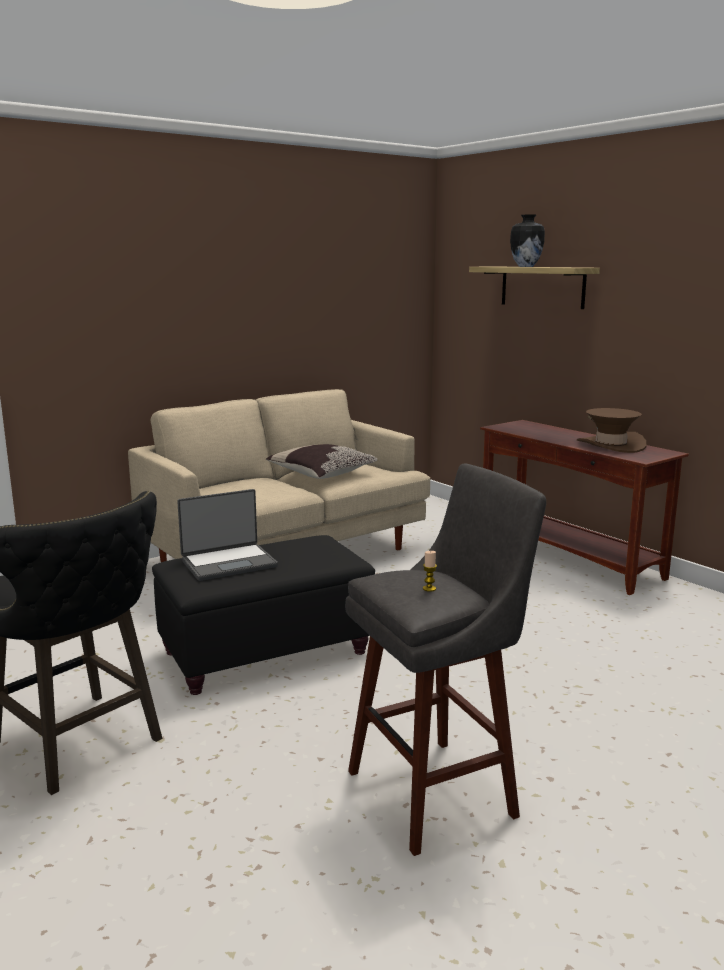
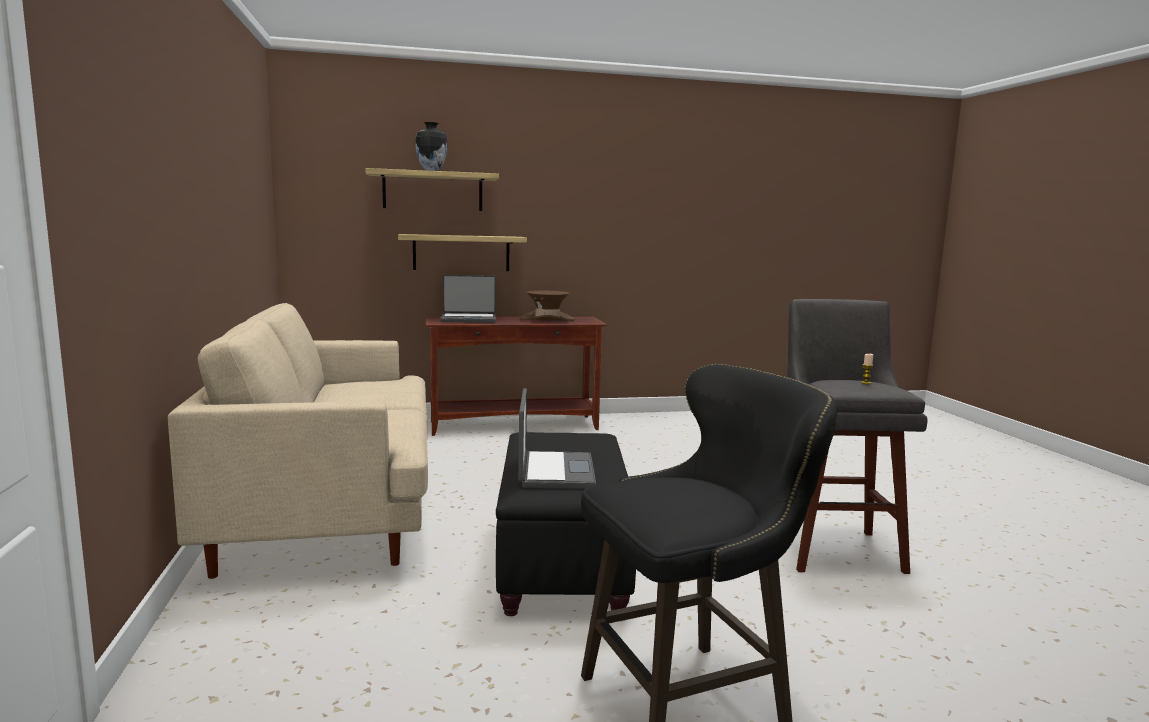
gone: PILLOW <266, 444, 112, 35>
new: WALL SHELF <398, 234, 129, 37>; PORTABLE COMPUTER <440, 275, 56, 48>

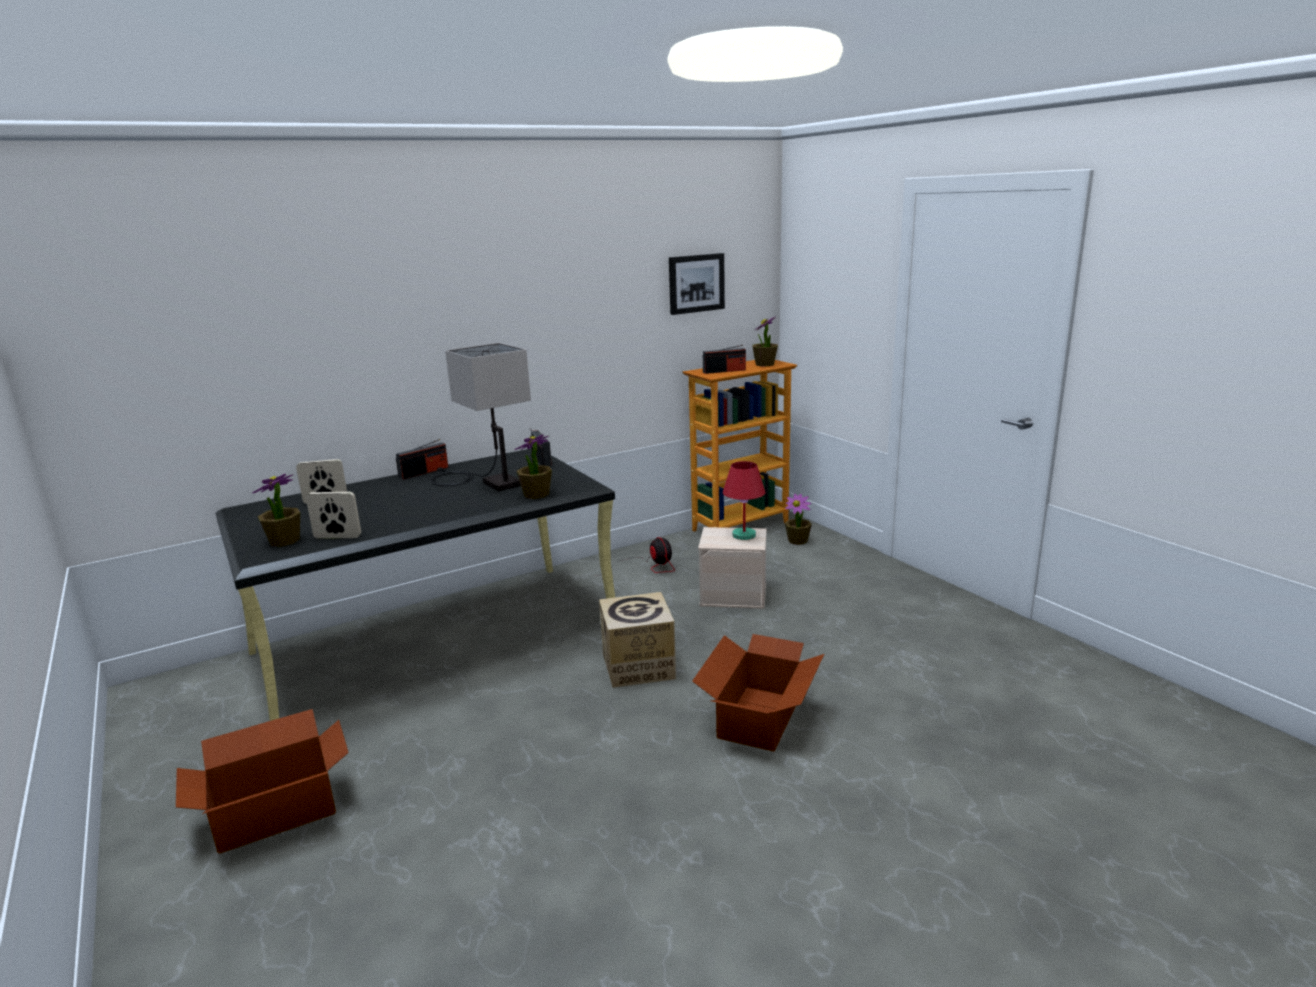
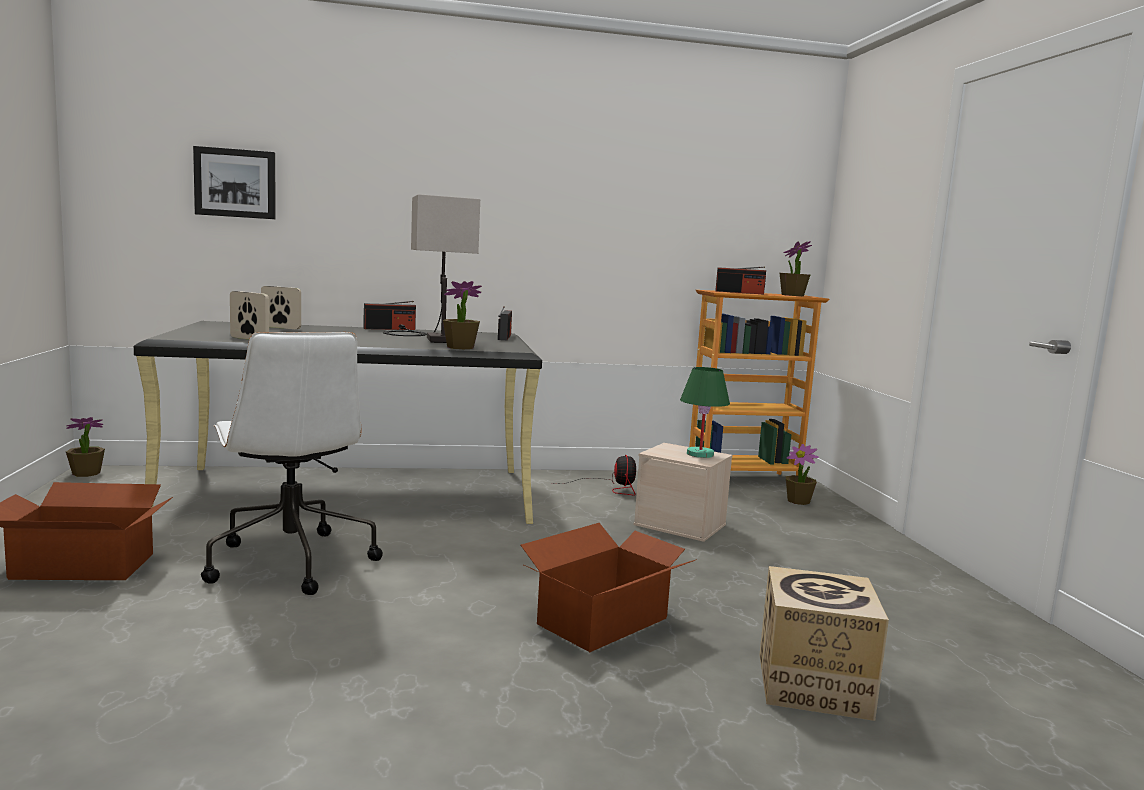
new: WHITE-COLOURED OFFICE CHAIR <201, 332, 182, 263>
shifted: HOUSEPLANT <252, 474, 48, 73> to <66, 417, 39, 60>; WALL PICTURE <669, 253, 56, 62> to <193, 146, 83, 73>; CARTON <599, 592, 77, 96> to <759, 566, 130, 155>
repainted: RED-COLOURED TABLE LAMP <723, 461, 43, 79> to GREEN TABLE LAMP <680, 367, 50, 91>

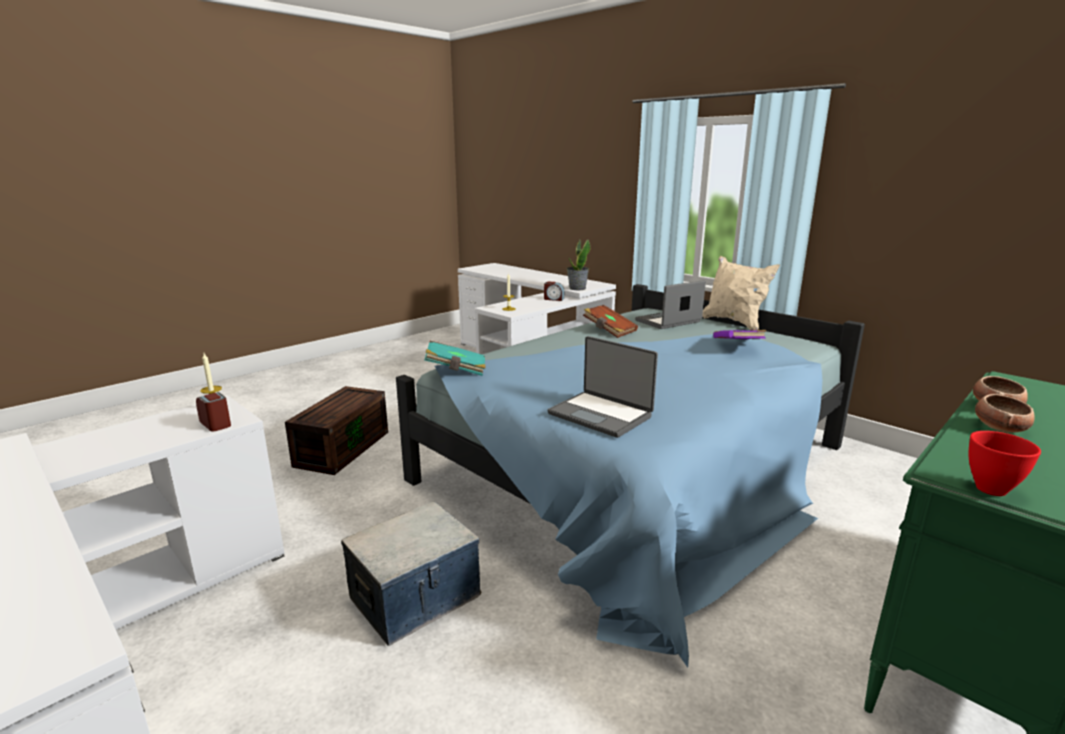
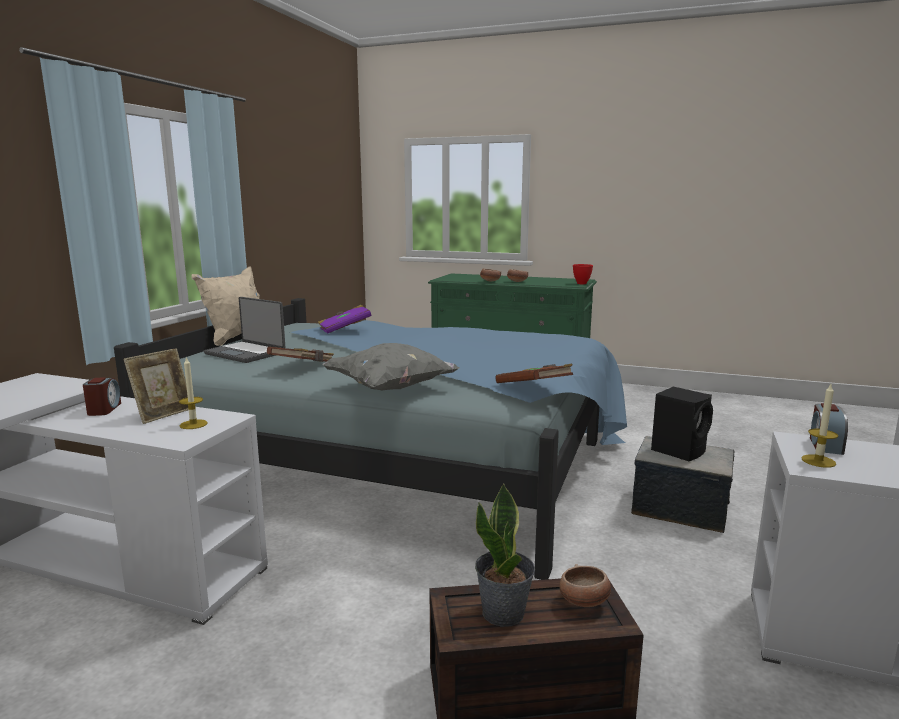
gone: PORTABLE COMPUTER <548, 336, 110, 102>
new: PICTURE FRAME <123, 348, 65, 76>; GREYISH PILLOW <322, 343, 138, 47>; SERVING BOWL <560, 564, 51, 43>; BLACK-COLOURED AUDIO SPEAKER <651, 386, 62, 75>
shifted: HOUSEPLANT <567, 240, 24, 50> to <475, 484, 60, 143>
repainted: TURQUOISE-COLOURED BOOK <424, 341, 61, 35> to BROWN BOOK <495, 363, 78, 20>

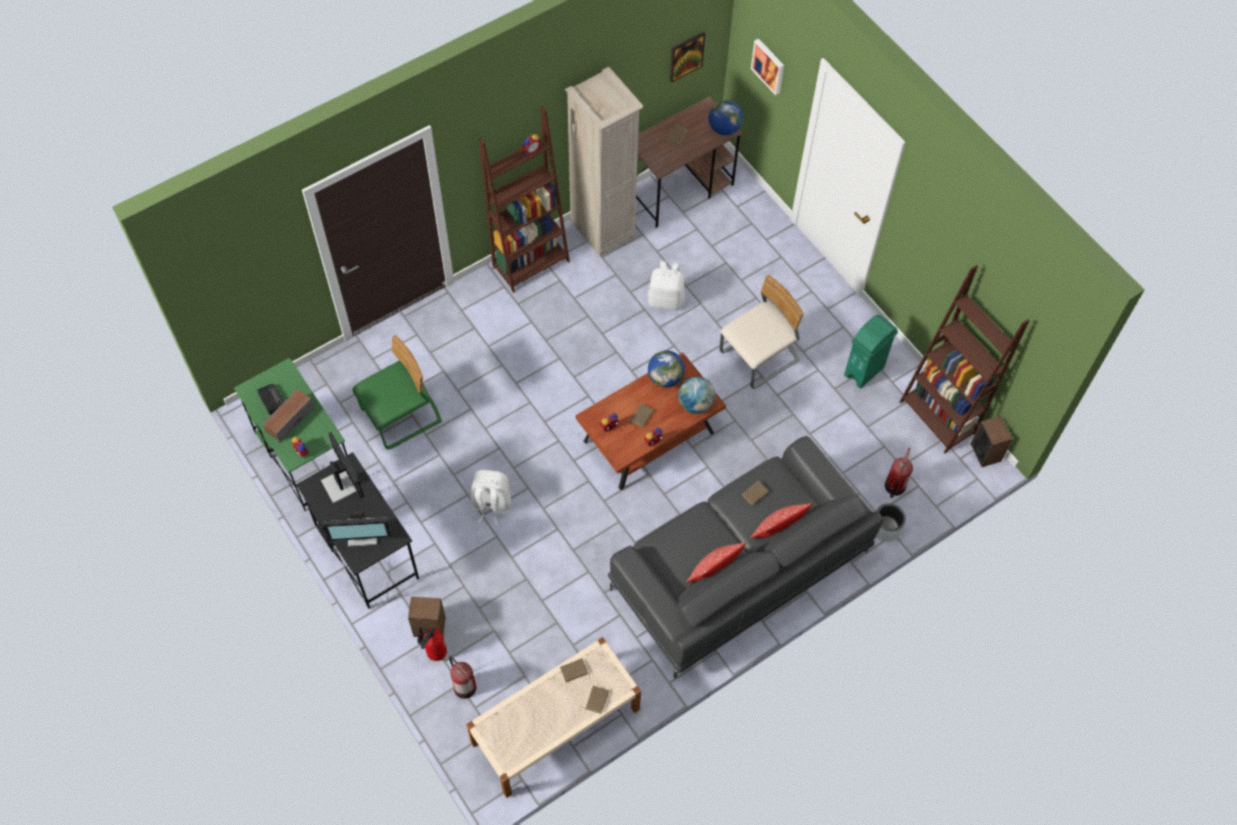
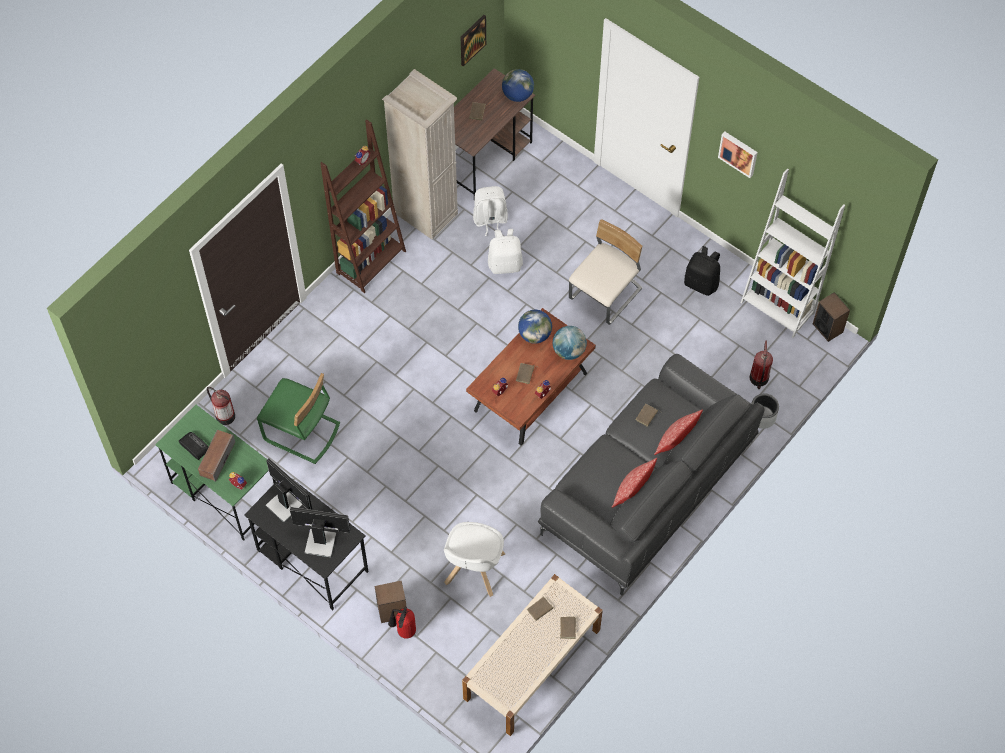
new: WHITE-COLOURED CHAIR <444, 522, 61, 75>
shifted: FIRE EXTINGUISHER <449, 656, 27, 43> to <207, 387, 28, 38>; WHITE-COLOURED KNAPSACK <471, 470, 40, 55> to <473, 186, 35, 50>; WALL PICTURE <751, 38, 33, 57> to <718, 132, 40, 46>
swapped: GREEN RUBBISH BIN <844, 315, 54, 74> to BLACK-COLOURED KNAPSACK <684, 246, 36, 50>
repainted: BROWN SHELVING UNIT <900, 265, 130, 188> to WHITE-COLOURED SHELVING UNIT <741, 168, 104, 170>
rotated: GREEN CHAIR <352, 335, 90, 114> = <257, 373, 83, 91> 75 degrees clockwise; COMPUTER SCREEN <322, 512, 70, 35> = <290, 507, 60, 50> 150 degrees counterclockwise

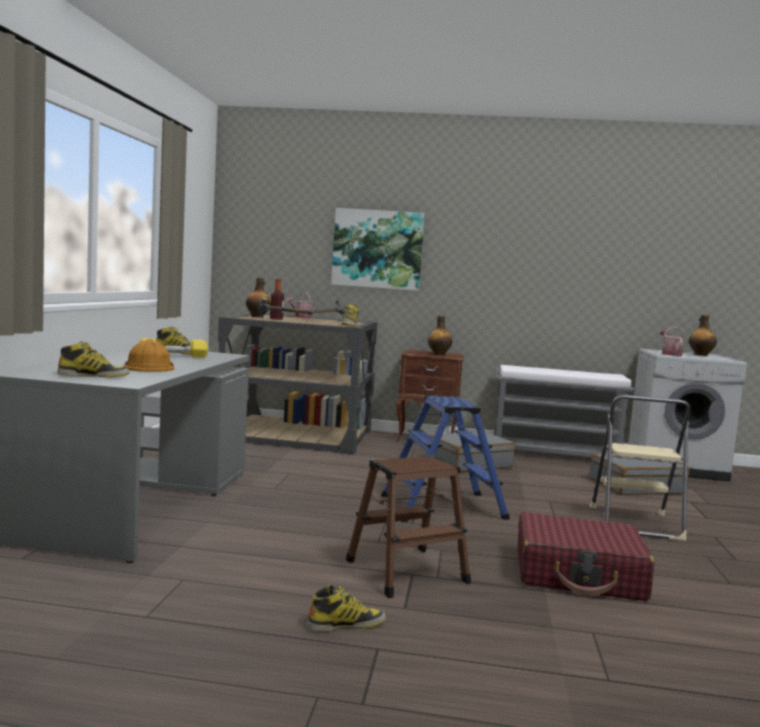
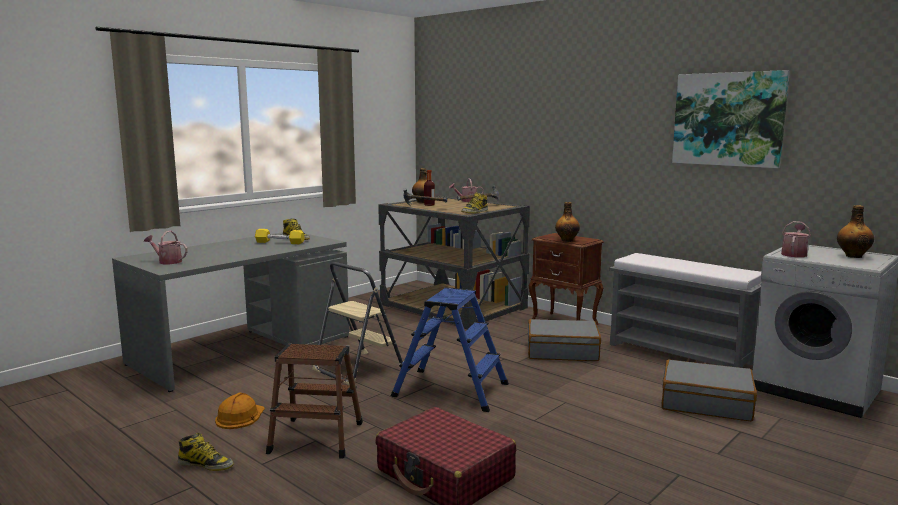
shifted: ORANGE-COLOURED HARD HAT <124, 339, 50, 33> to <215, 393, 50, 36>; SAND-COLOURED STEP STOOL <589, 395, 101, 146> to <312, 262, 91, 123>; WALL PICTURE <331, 208, 94, 83> to <672, 70, 118, 98>
swapped: TALL BOOT <57, 341, 72, 36> to WATERING POT <144, 231, 44, 33>

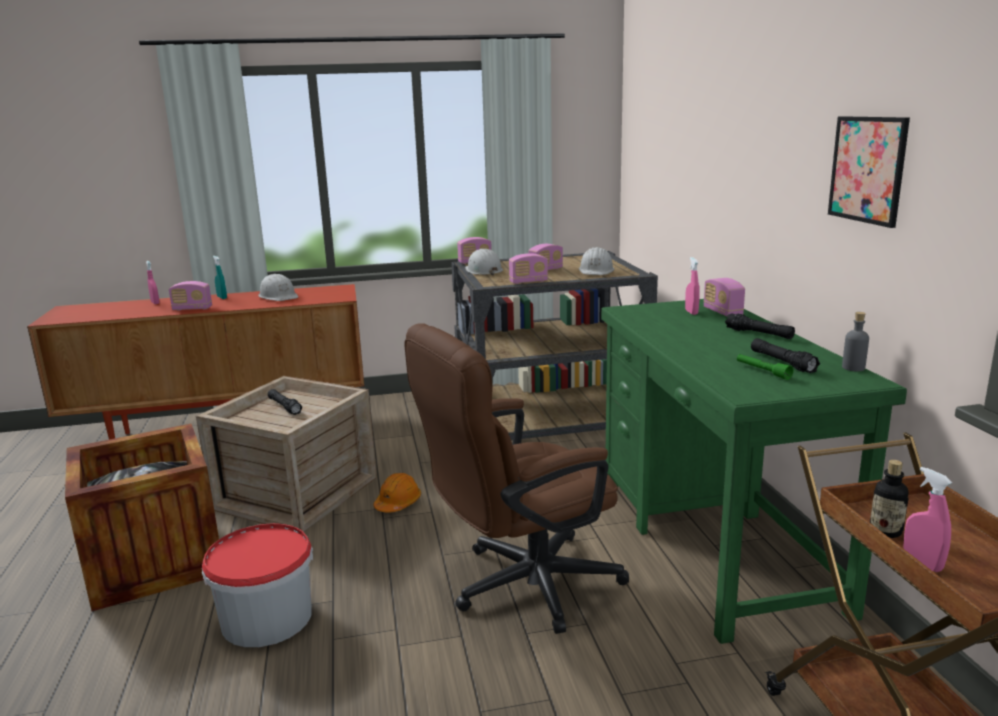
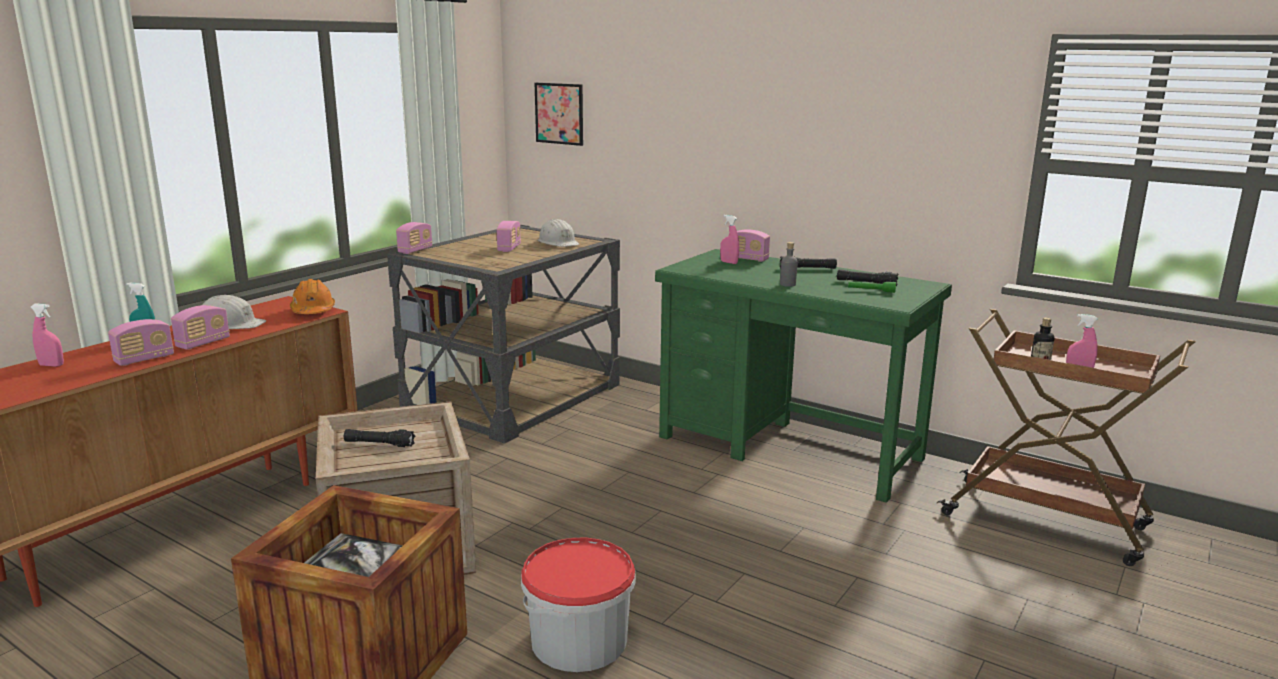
gone: BROWN OFFICE CHAIR <405, 324, 224, 310>; WHITE-COLOURED HARD HAT <465, 249, 38, 27>
shifted: RADIO SET <509, 253, 39, 31> to <171, 305, 59, 45>; ORANGE-COLOURED HARD HAT <373, 473, 48, 39> to <290, 279, 45, 35>; WALL PICTURE <828, 116, 82, 112> to <535, 83, 48, 63>; GREYISH BOTTLE <842, 312, 27, 59> to <780, 242, 18, 45>

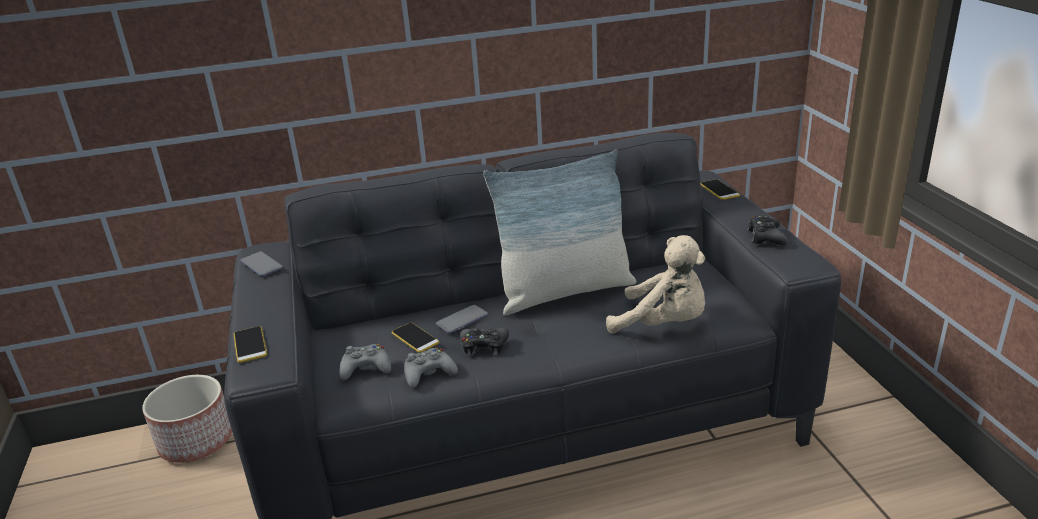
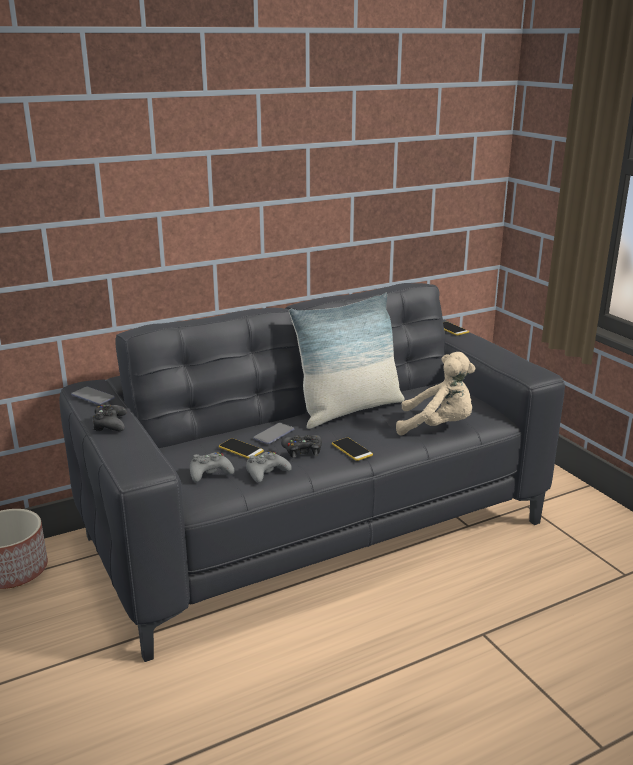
shifted: BLACK-COLOURED JOYPAD <747, 215, 41, 30> to <93, 404, 34, 27>; PHONE <234, 326, 33, 37> to <332, 437, 41, 24>

